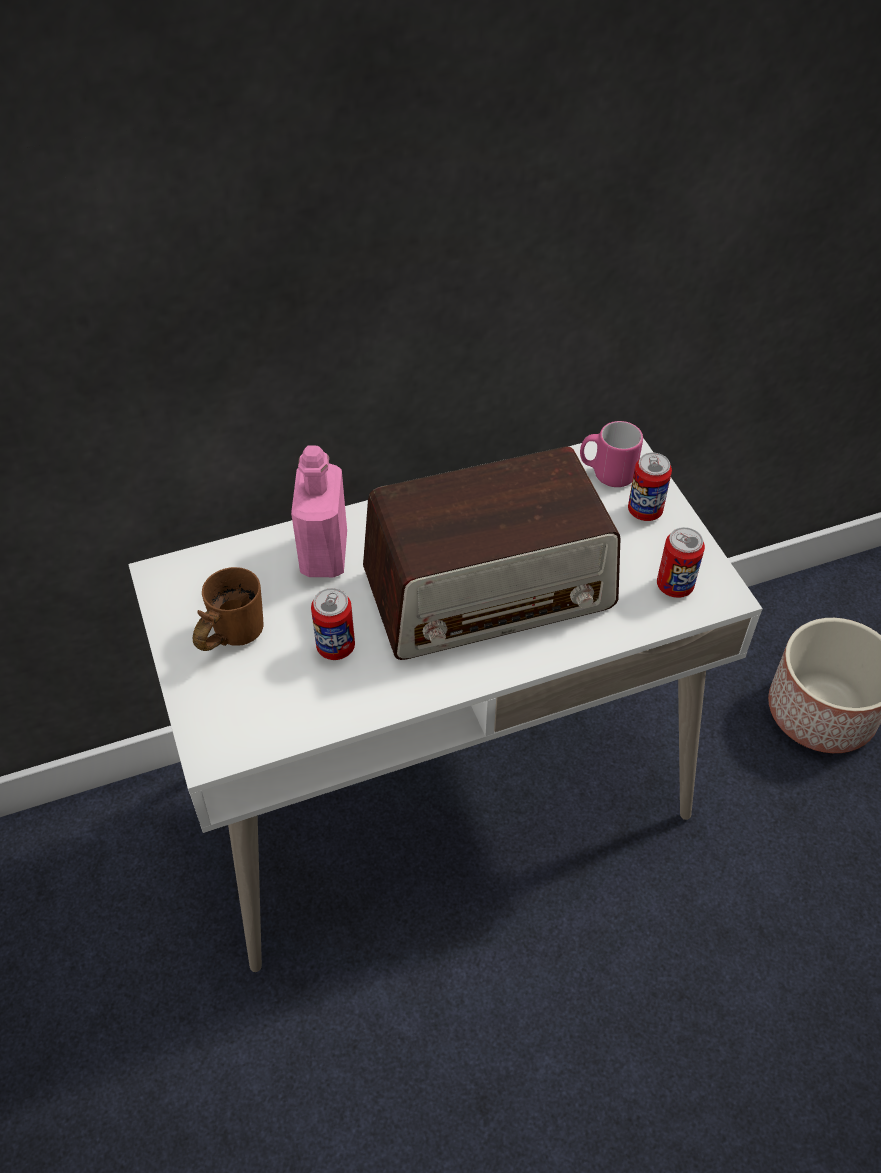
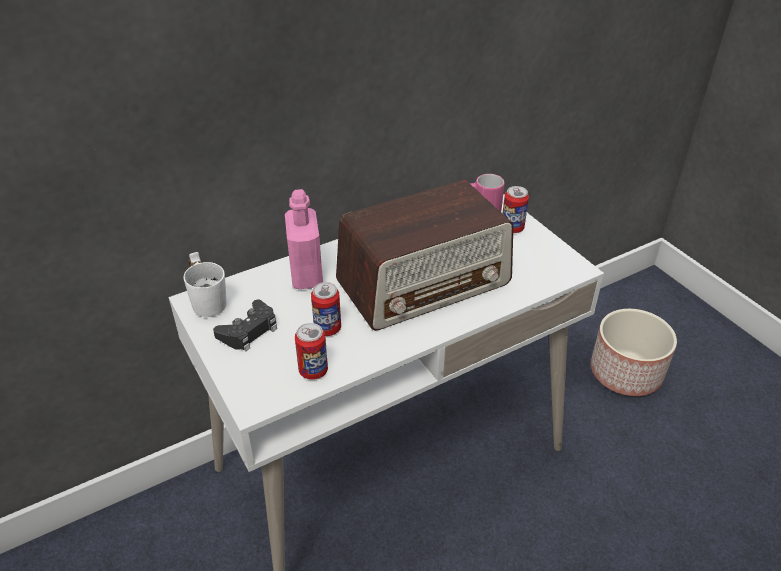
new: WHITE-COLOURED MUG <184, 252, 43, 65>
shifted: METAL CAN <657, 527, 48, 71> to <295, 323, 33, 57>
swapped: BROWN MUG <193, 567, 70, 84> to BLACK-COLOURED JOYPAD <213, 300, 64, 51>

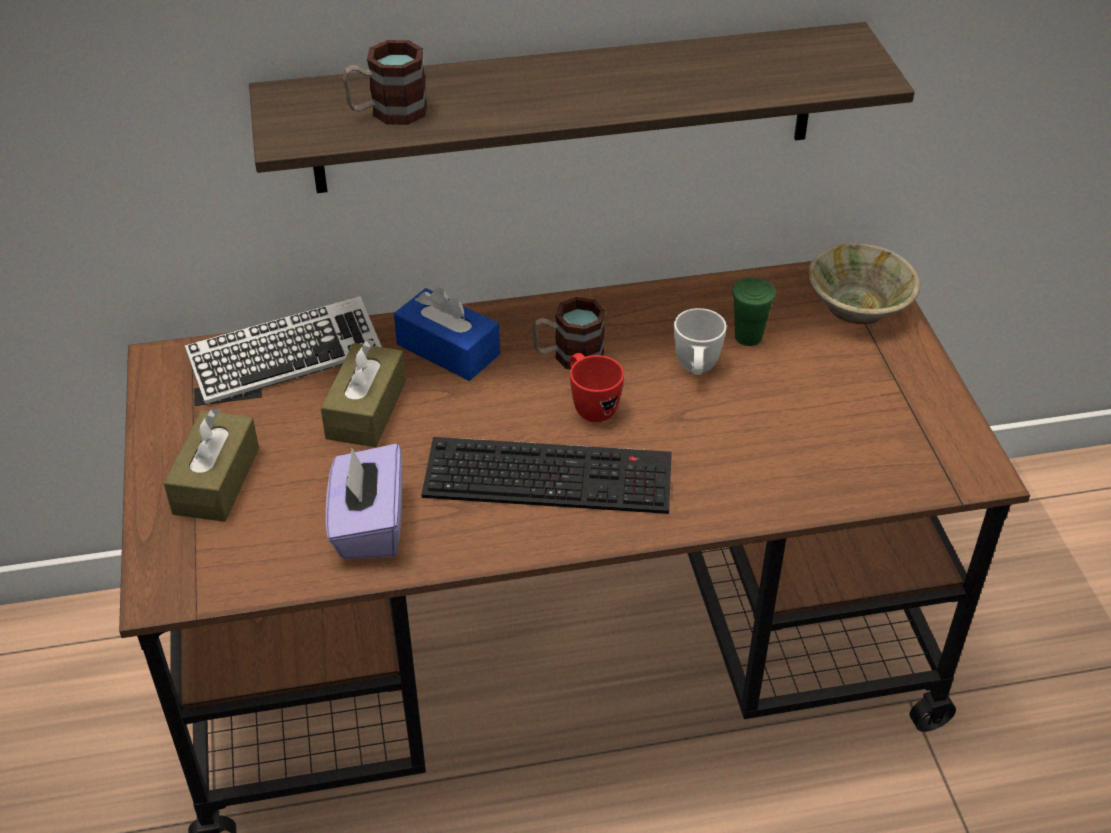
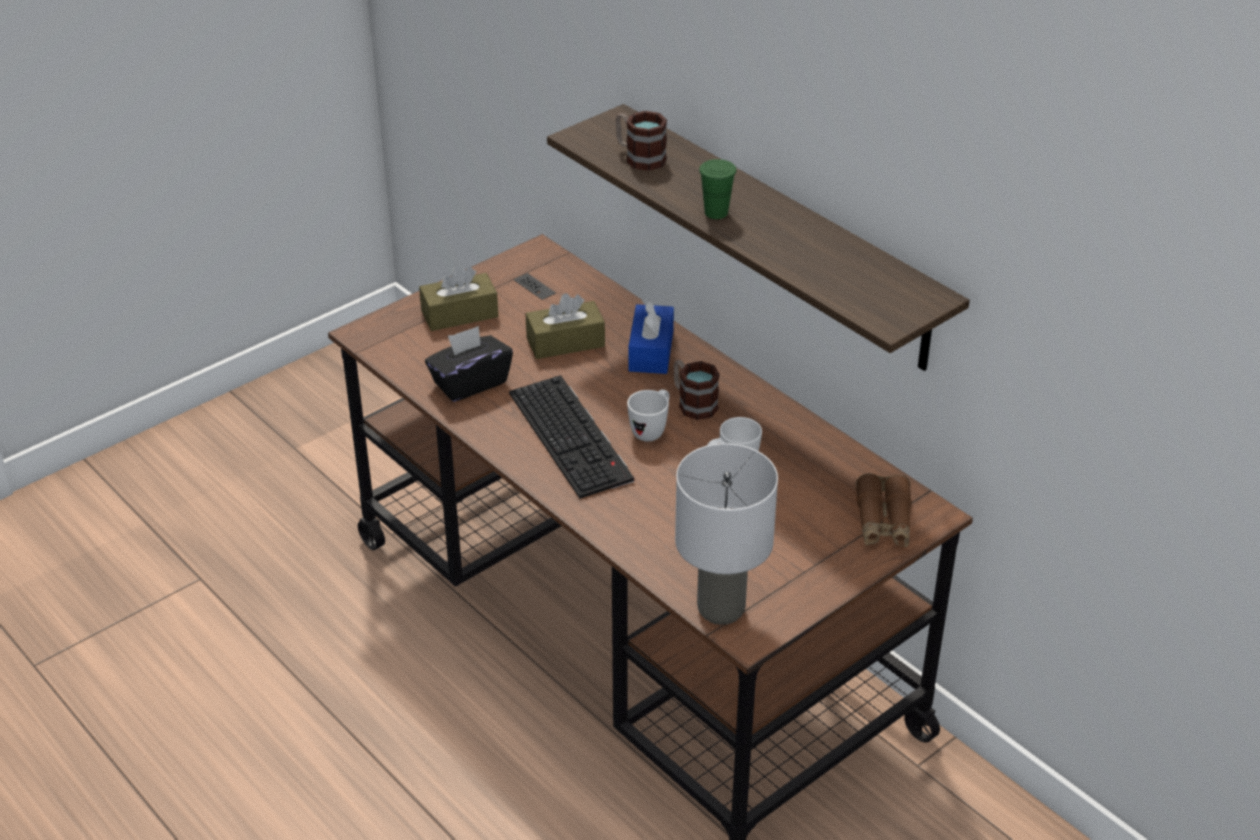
gone: KEYBOARD <184, 296, 198, 109>
new: WHITE-COLOURED TABLE LAMP <675, 443, 103, 182>
shifted: GREEN CUP <732, 277, 44, 69> to <699, 159, 38, 60>
swapped: SAND-COLOURED SERVING BOWL <808, 243, 112, 81> to BROWN BINOCULARS <856, 473, 56, 74>
repainted: PURPLISH TISSUE BOX <326, 444, 76, 115> to BLACK-COLOURED TISSUE BOX <425, 326, 88, 76>; RED-COLOURED MUG <570, 353, 54, 69> to WHITE-COLOURED MUG <627, 389, 43, 52>

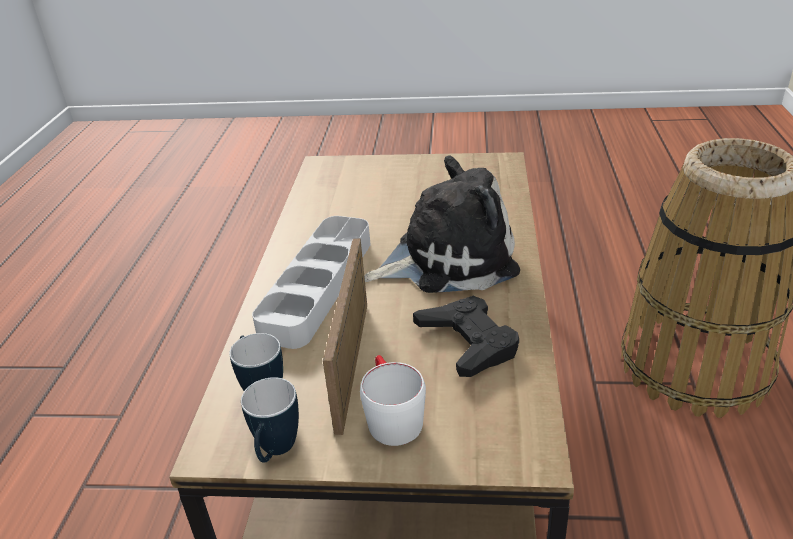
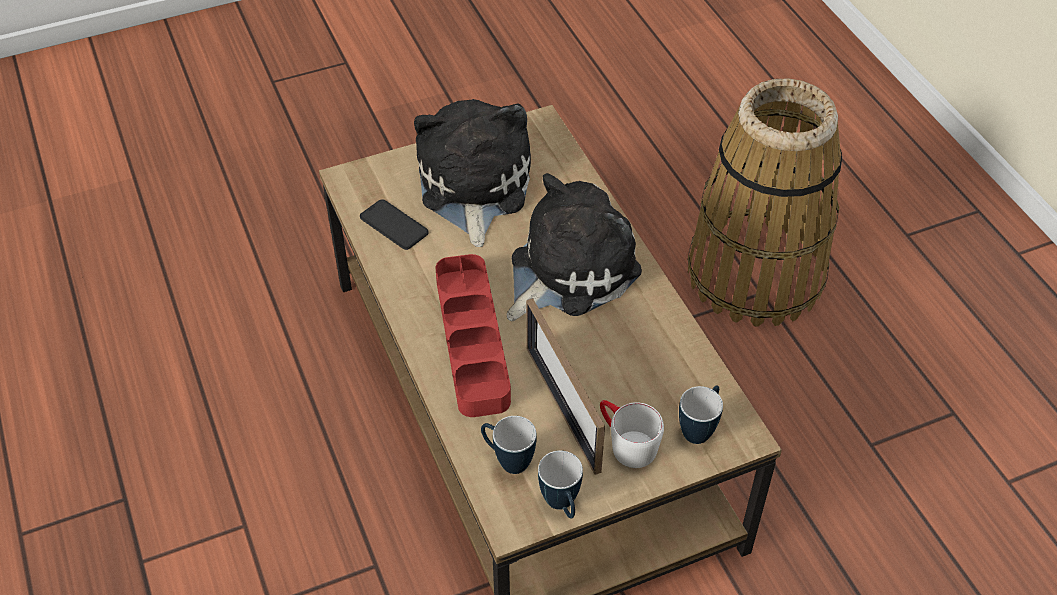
gone: BLACK-COLOURED JOYPAD <413, 296, 106, 81>
new: PHONE <360, 199, 69, 51>; PLUSH TOY <414, 99, 117, 148>; MUG <679, 385, 44, 59>
repainted: GREYISH TRAY <252, 216, 119, 133> to RED-COLOURED TRAY <436, 254, 75, 163>

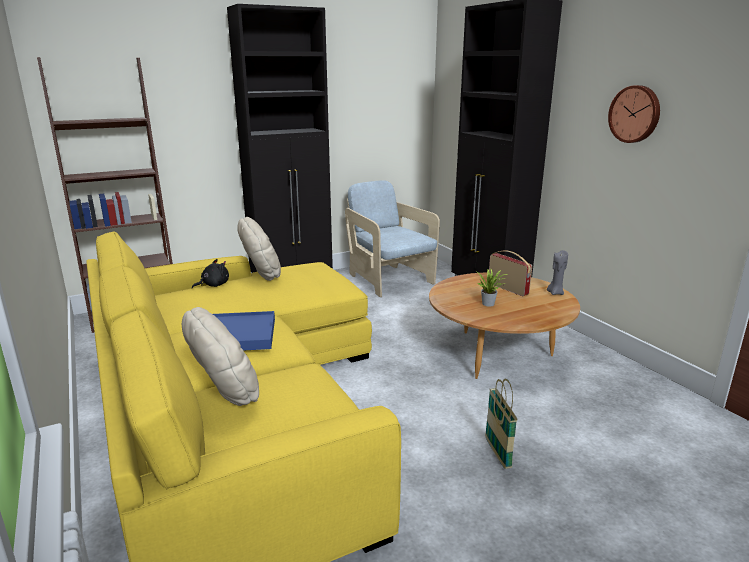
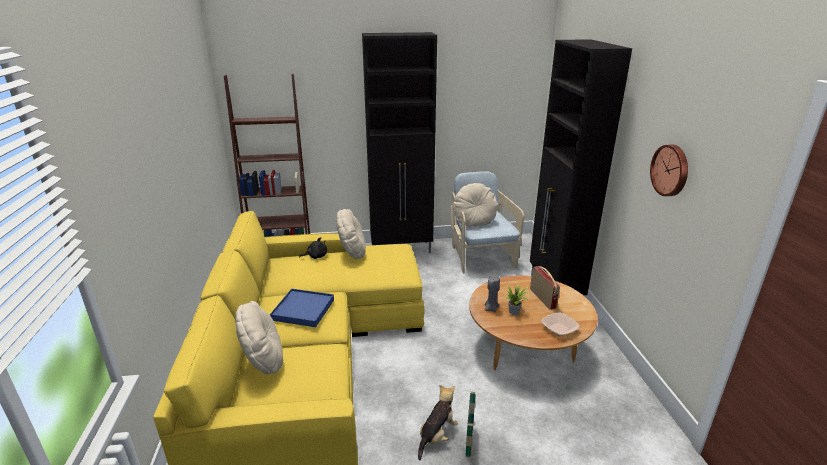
new: PLUSH TOY <418, 385, 40, 75>; SAND-COLOURED PILLOW <453, 183, 45, 44>; SERVING BOWL <541, 312, 39, 24>
shifted: GREYISH WAX CANDLE <547, 250, 21, 45> to <485, 275, 15, 37>

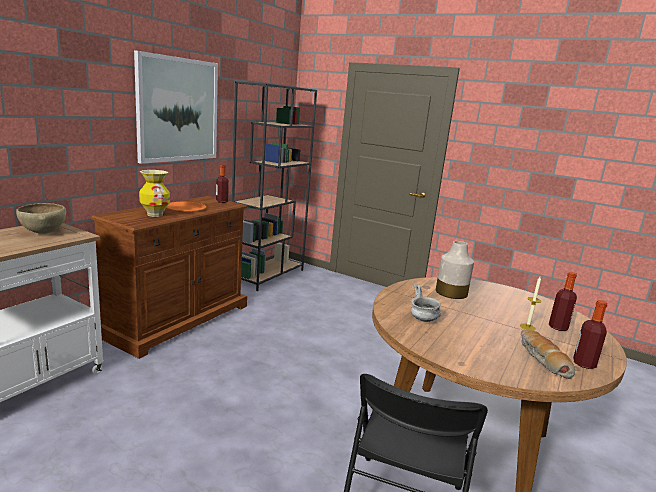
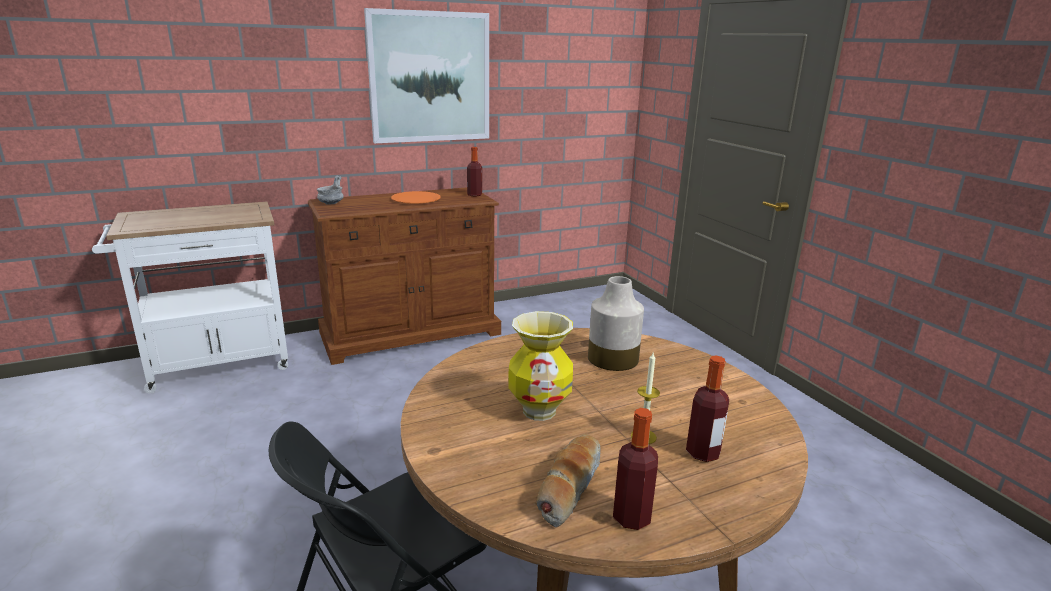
gone: BROWN SERVING BOWL <16, 203, 50, 31>; SHELVING UNIT <232, 81, 85, 210>
shifted: GREYISH SERVING BOWL <411, 284, 30, 38> to <317, 176, 27, 29>; DECORATIVE VASE <139, 170, 31, 47> to <508, 311, 65, 110>

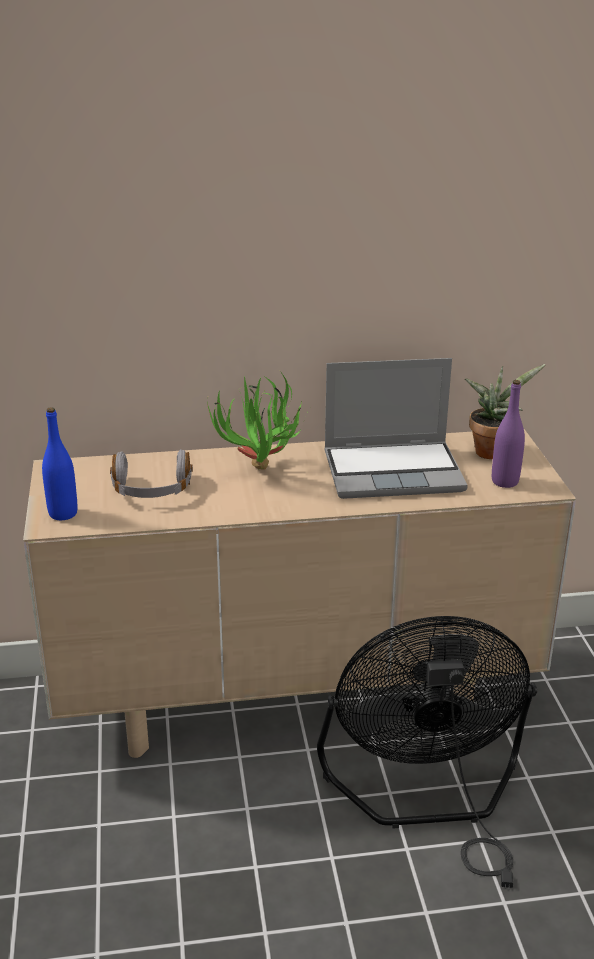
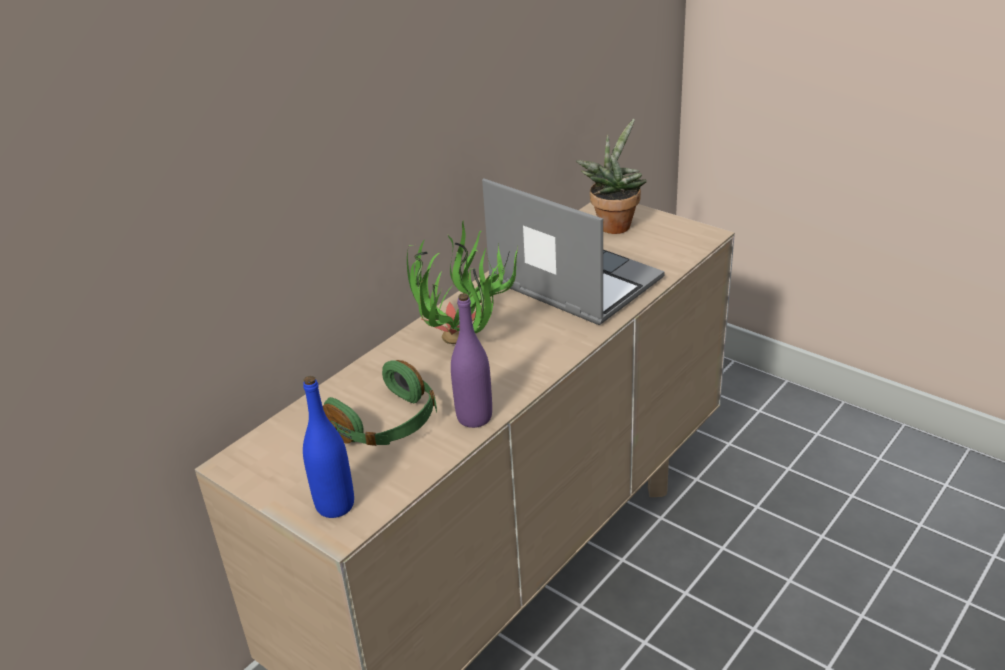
gone: BLACK-COLOURED FAN <317, 616, 220, 273>
shifted: PURPLISH BOTTLE <492, 380, 33, 108> to <451, 293, 41, 135>
repainted: GREYISH HEADSET <110, 450, 83, 48> to GREEN HEADSET <323, 360, 114, 86>
rotated: PORTABLE COMPUTER <325, 358, 143, 141> = <482, 178, 183, 147> 90 degrees counterclockwise

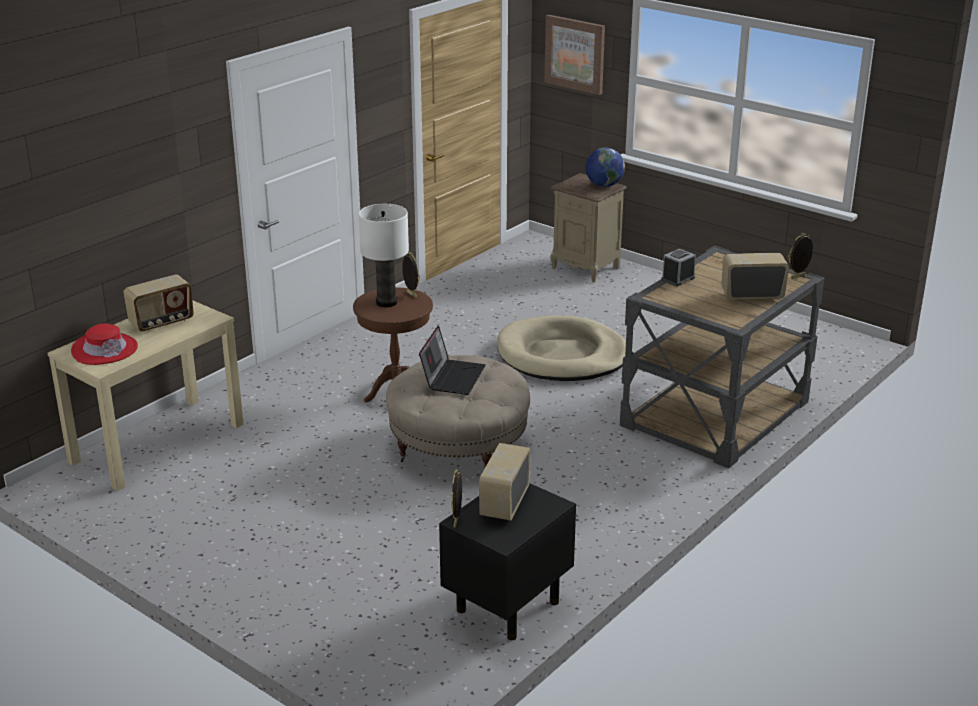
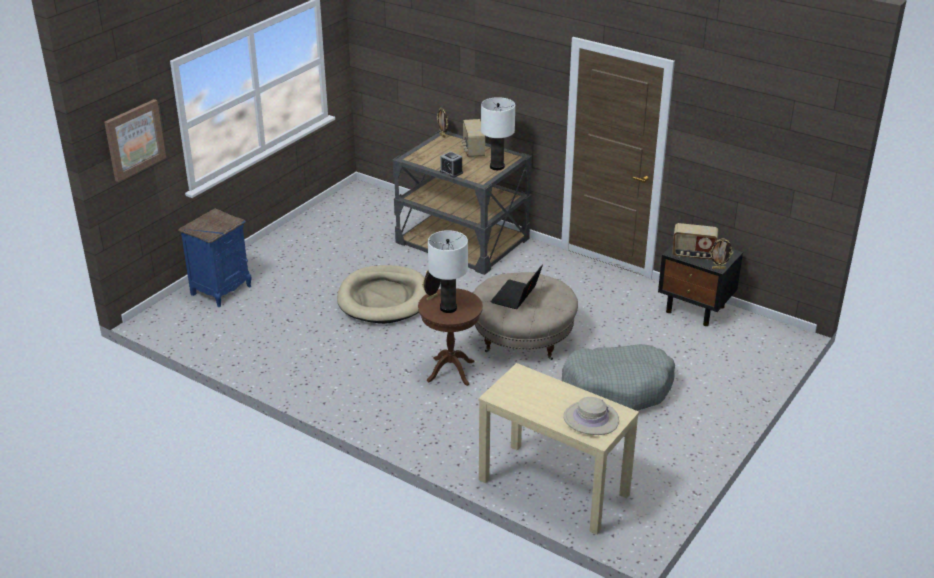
gone: RADIO SET <123, 275, 71, 57>; WORLD GLOBE <586, 147, 39, 40>
new: WHITE-COLOURED TABLE LAMP <481, 97, 34, 73>; GREYISH PET BED <562, 344, 113, 67>
repainted: SAND-COLOURED BEDSIDE TABLE <551, 173, 76, 109> to BLUE-COLOURED BEDSIDE TABLE <178, 209, 74, 98>; RED-COLOURED CLOTHING HAT <71, 323, 67, 42> to SAND-COLOURED CLOTHING HAT <563, 397, 56, 38>
rotated: PORTABLE COMPUTER <419, 325, 66, 70> = <490, 264, 53, 45> 75 degrees counterclockwise

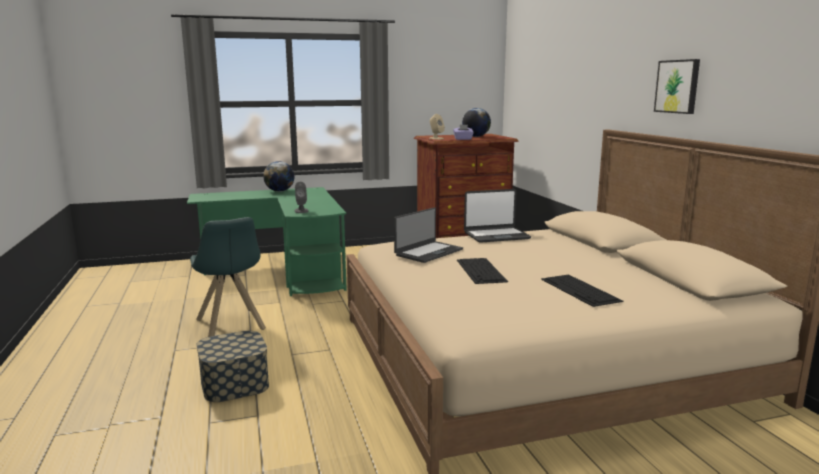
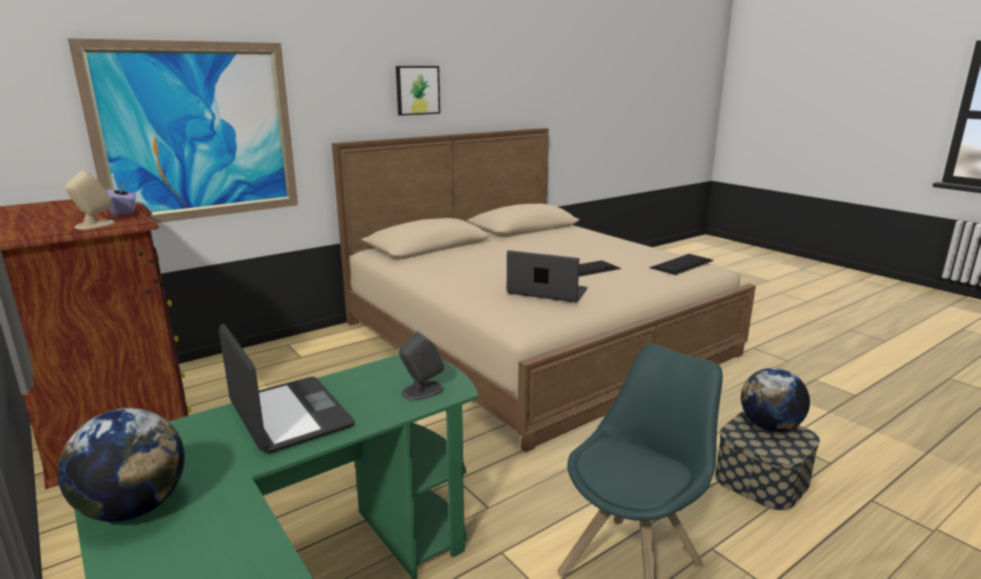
new: WALL PICTURE <68, 38, 230, 185>
shifted: PORTABLE COMPUTER <464, 189, 67, 54> to <219, 324, 135, 129>; KEYBOARD <541, 275, 83, 32> to <650, 254, 64, 21>; WORLD GLOBE <462, 108, 29, 29> to <741, 368, 69, 64>

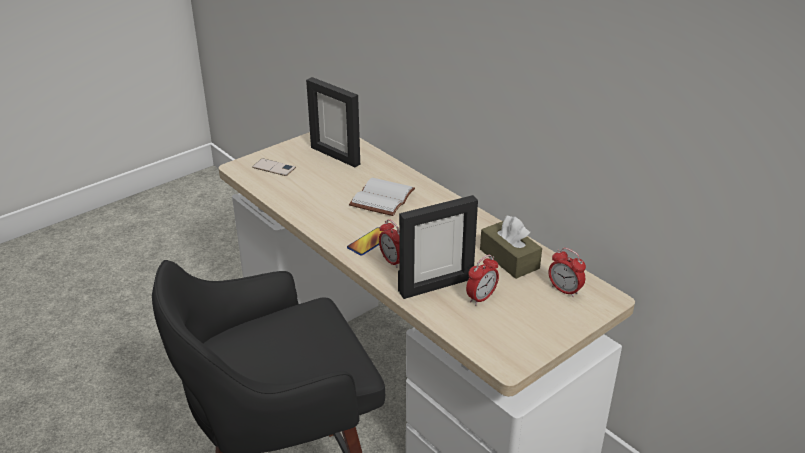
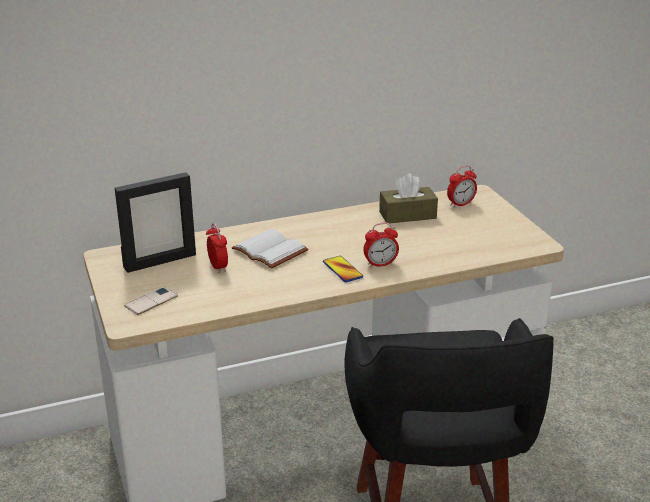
gone: PICTURE FRAME <398, 195, 80, 104>
shifted: ALARM CLOCK <466, 255, 33, 50> to <206, 223, 22, 50>

